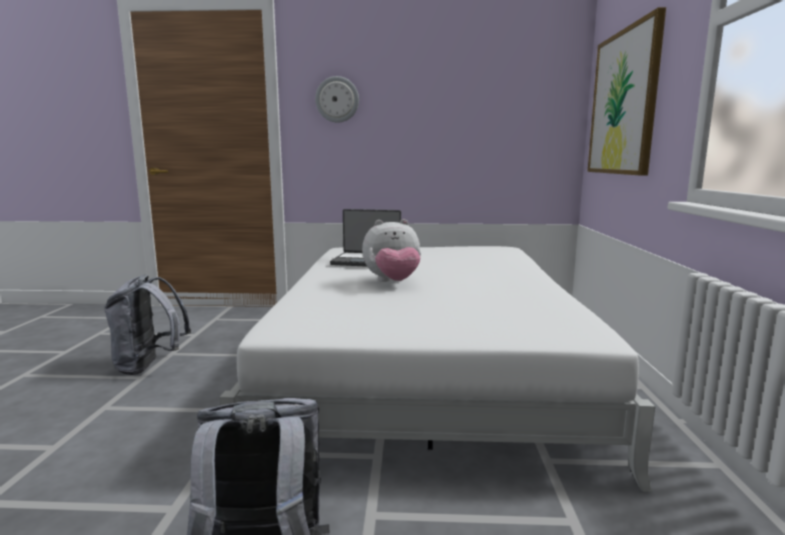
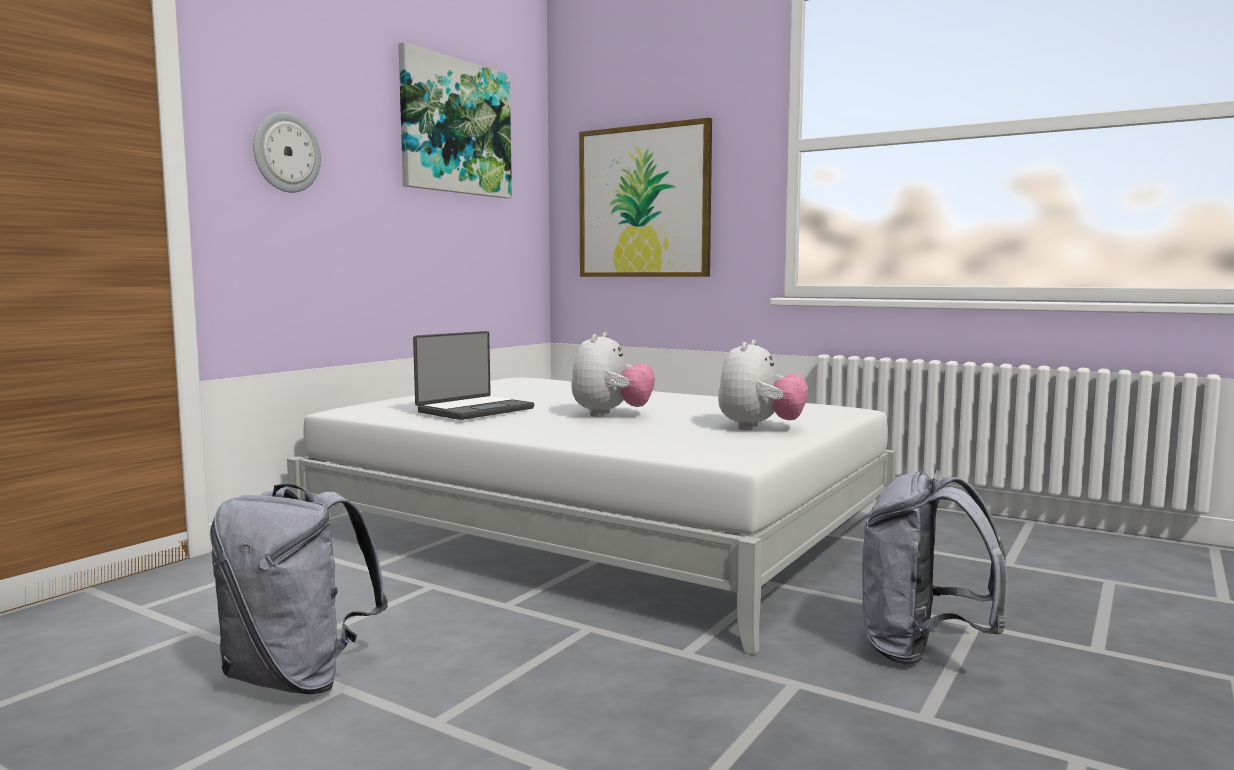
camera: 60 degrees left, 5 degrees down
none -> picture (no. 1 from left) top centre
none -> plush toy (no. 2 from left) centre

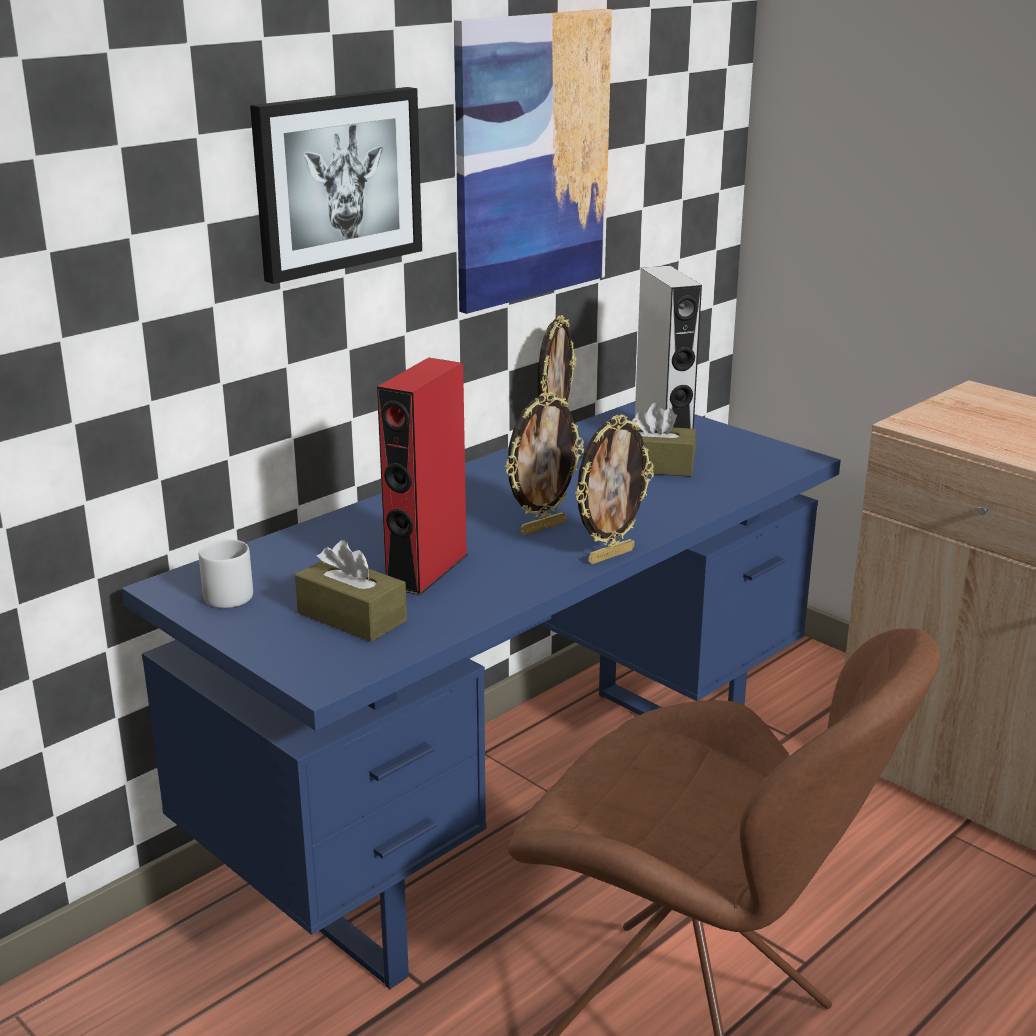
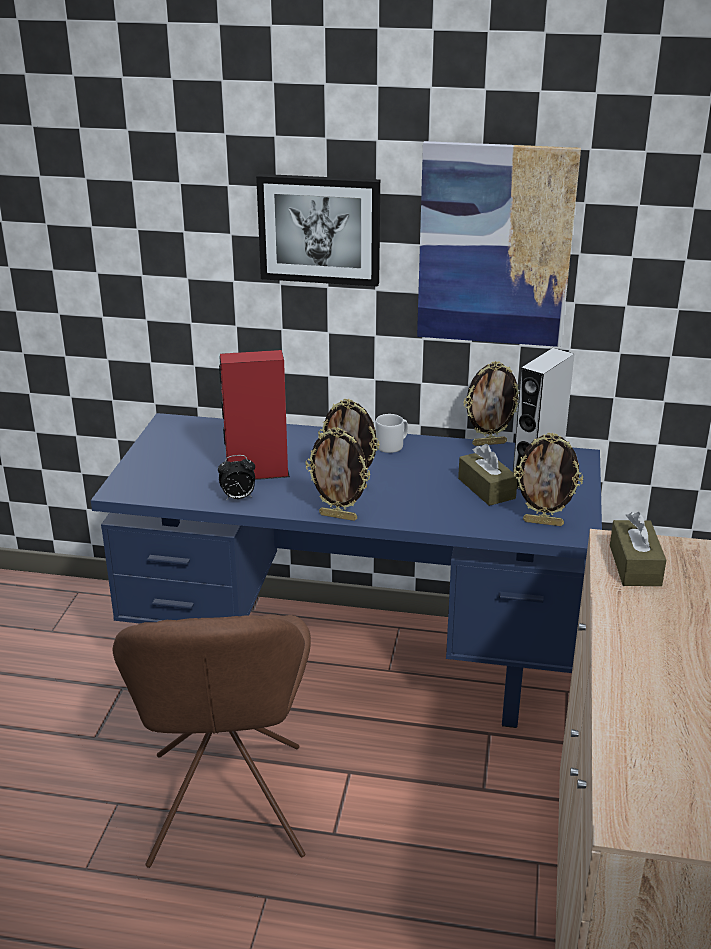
camera: 55 degrees right, 5 degrees up
grey mug middle left -> grey mug centre, shifted
brown tissue box (no. 1 from left in the first image) centre -> brown tissue box (no. 2 from left) middle right, shifted
none -> alarm clock middle left
none -> picture frame (no. 4 from left) middle right

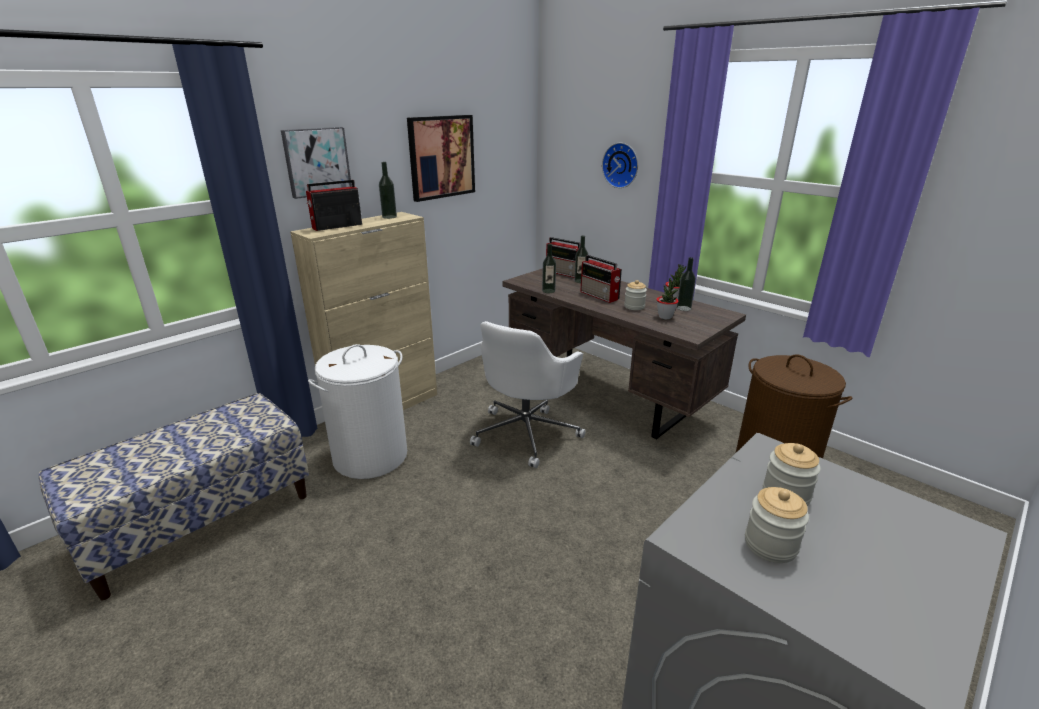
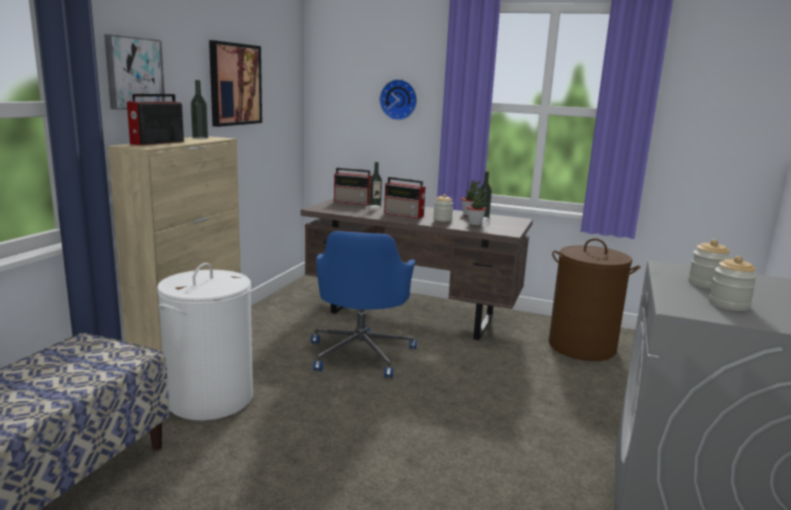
camera: 25 degrees left, 10 degrees down
white office chair centre -> blue office chair centre
bottle (no. 2 from left) centre -> none

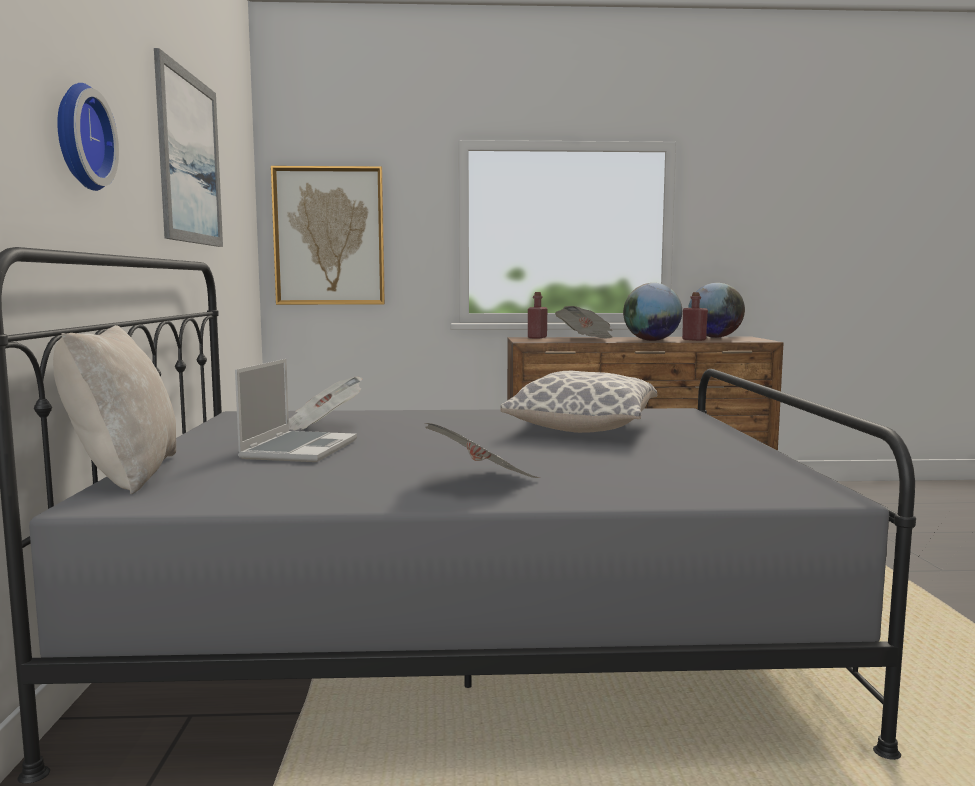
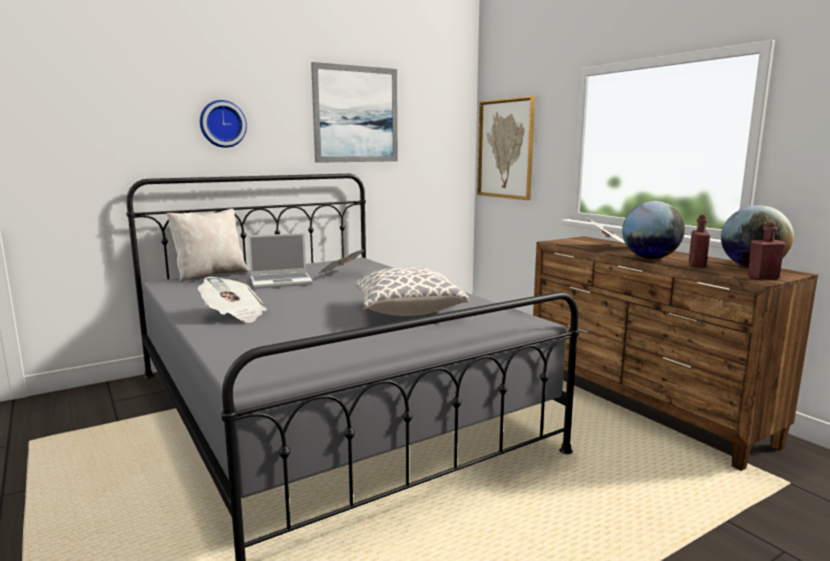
camera: 60 degrees right, 5 degrees up
red bottle (no. 1 from left in the first image) centre -> red bottle (no. 2 from left) middle right, shifted

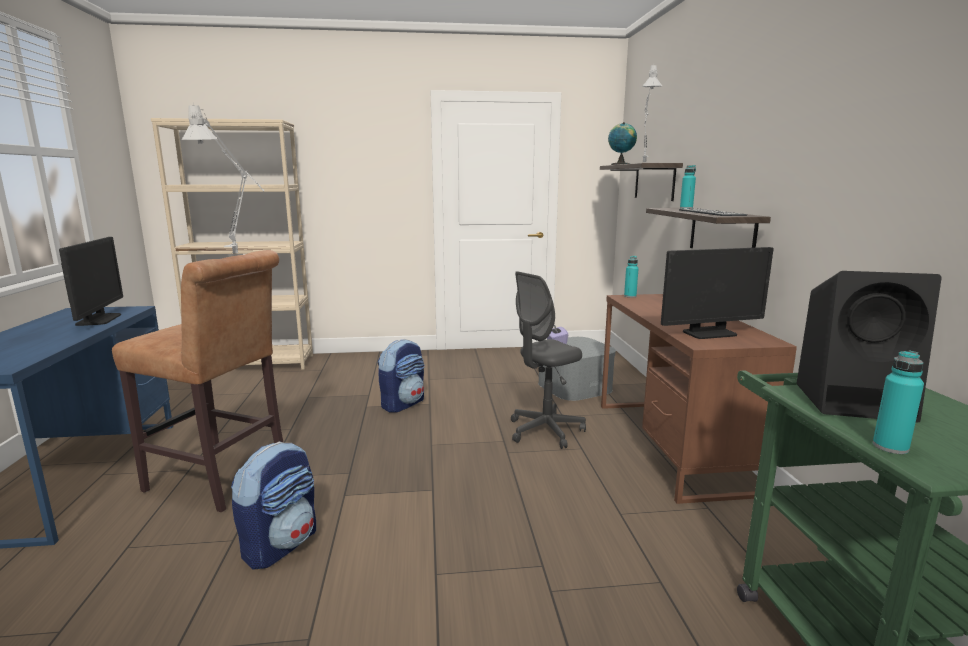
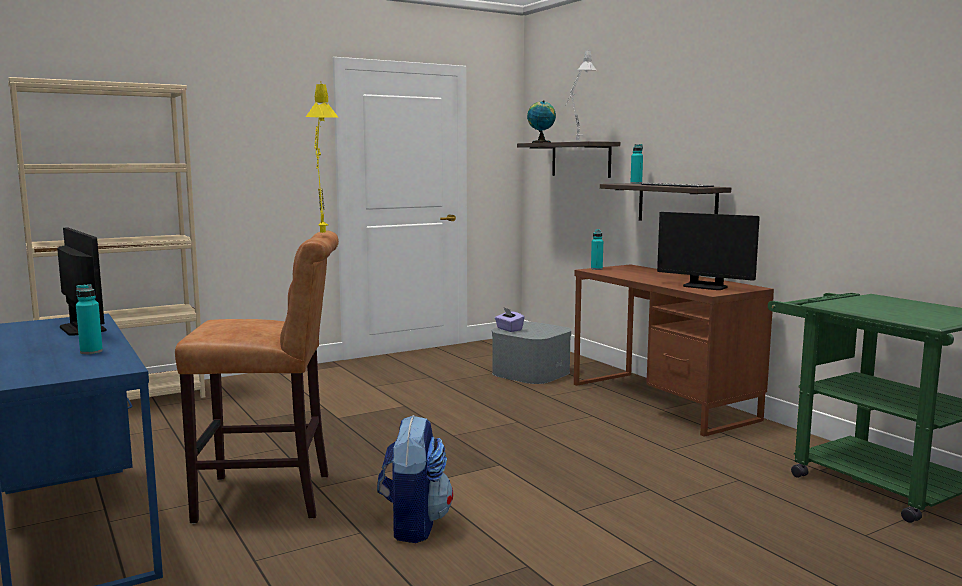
camera: 25 degrees left, 5 degrees down
grey table lamp (no. 1 from left) top left -> yellow table lamp top centre
backpack (no. 2 from left) centre -> none
grey office chair centre -> none
monitor (no. 2 from left) middle right, 75 degrees clockwise
black speaker middle right -> none
turquoise bottle (no. 3 from left in the first image) middle right -> turquoise bottle (no. 1 from left) middle left, shifted

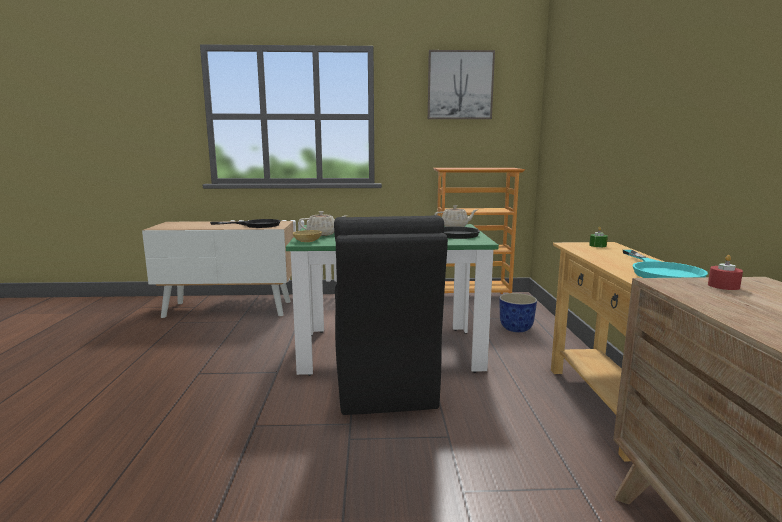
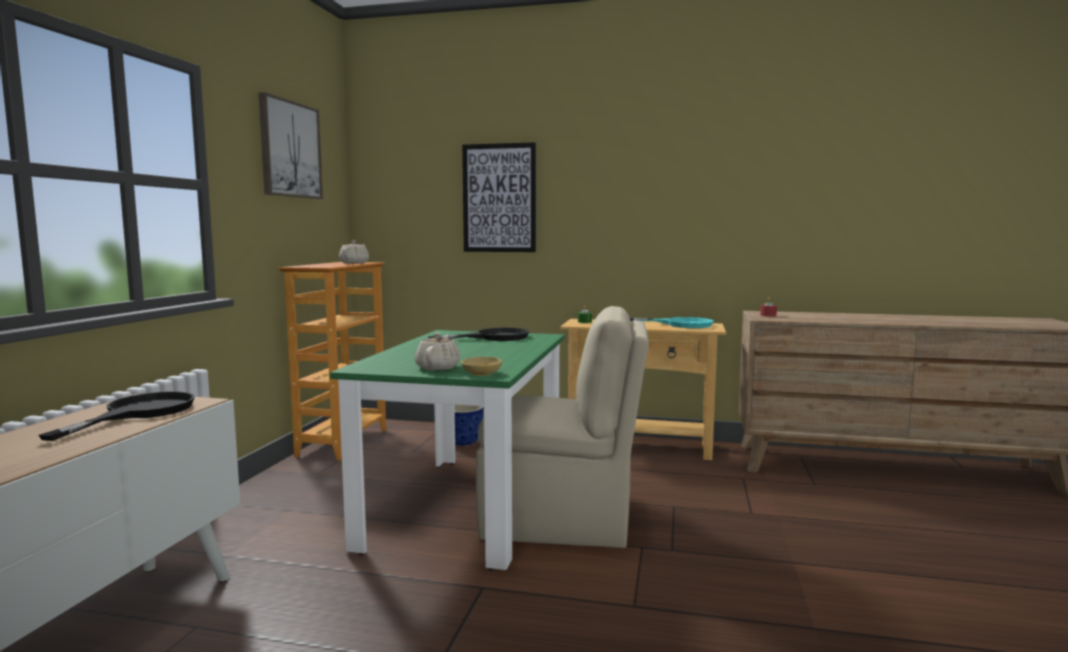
camera: 75 degrees left, 5 degrees down
black chair centre -> beige chair centre
beige teapot (no. 2 from left in the first image) centre -> beige teapot (no. 1 from left) middle left, shifted
none -> picture (no. 2 from left) top centre

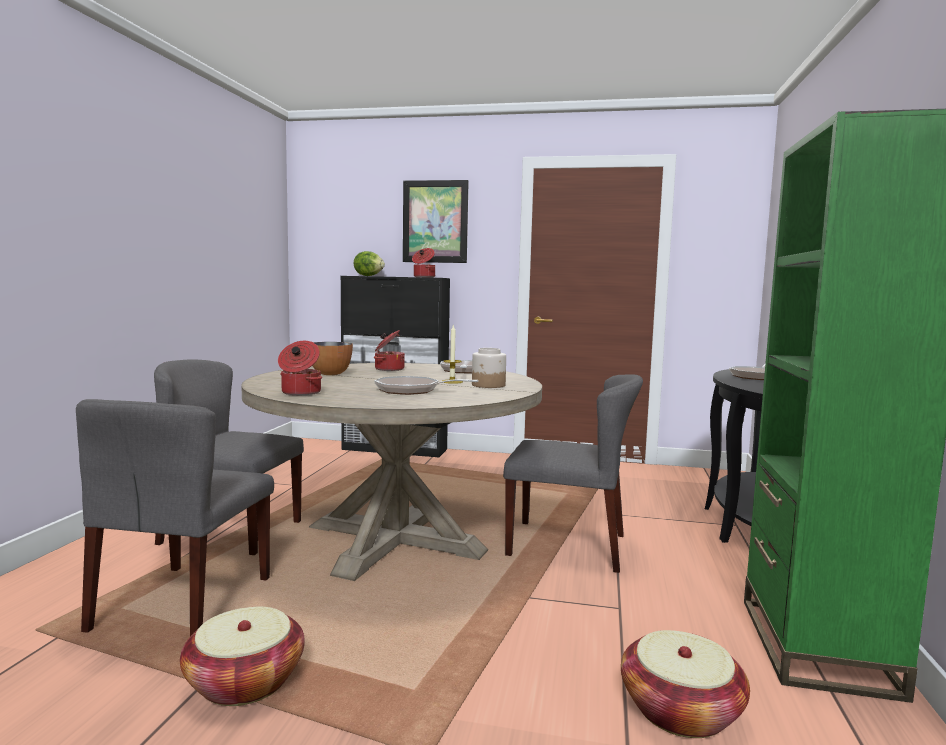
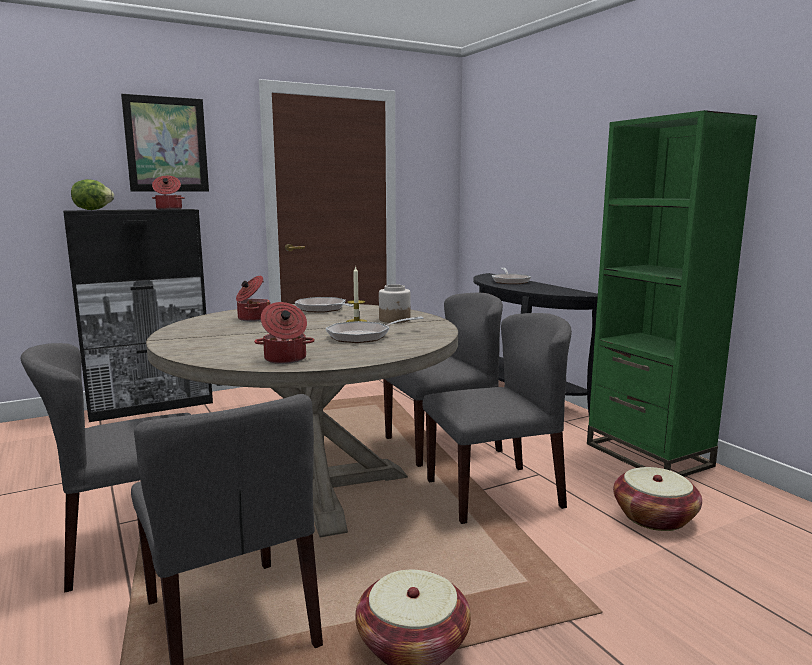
camera: 40 degrees left, 5 degrees up
bowl centre -> none
none -> grey chair (no. 4 from left) centre

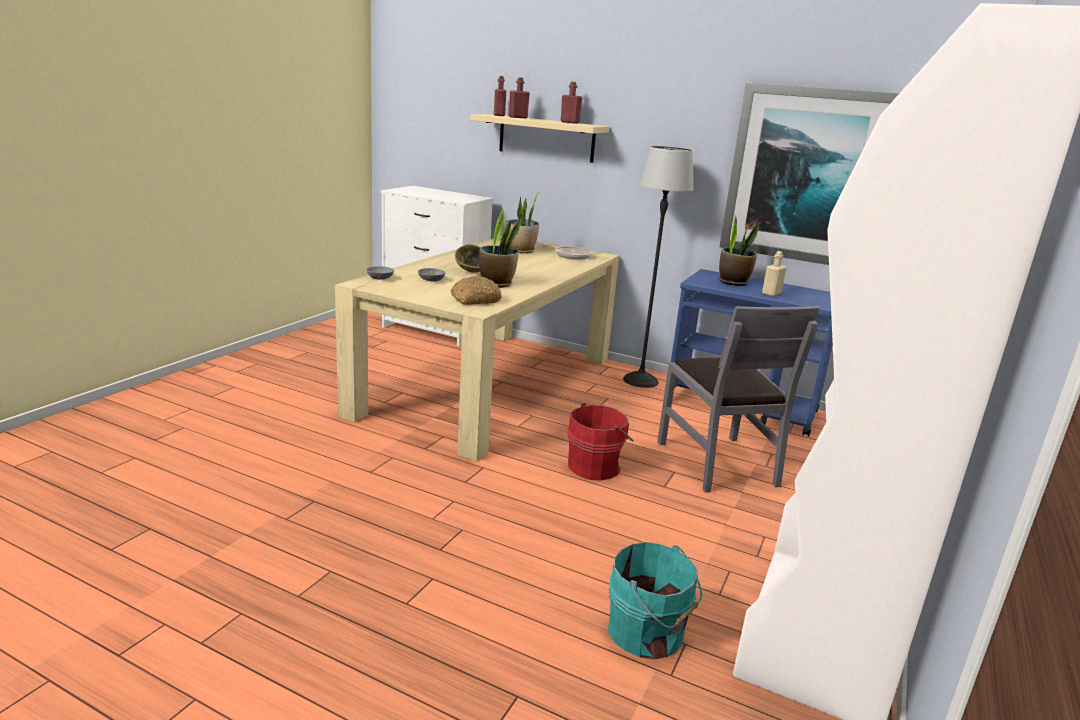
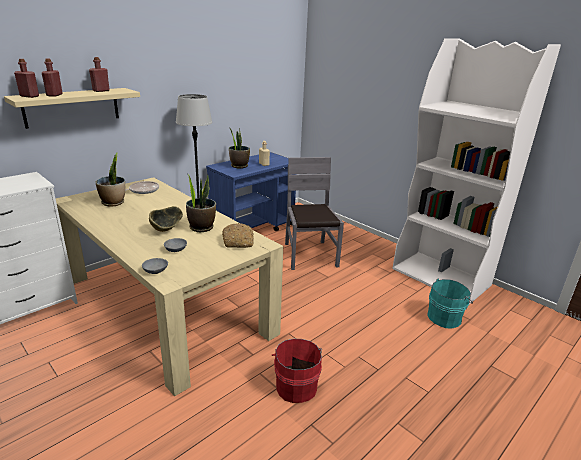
camera: 70 degrees left, 5 degrees up
red bucket centre -> red bucket bottom centre, shifted
grey chair middle right -> grey chair centre, 105 degrees counterclockwise
picture top right -> none

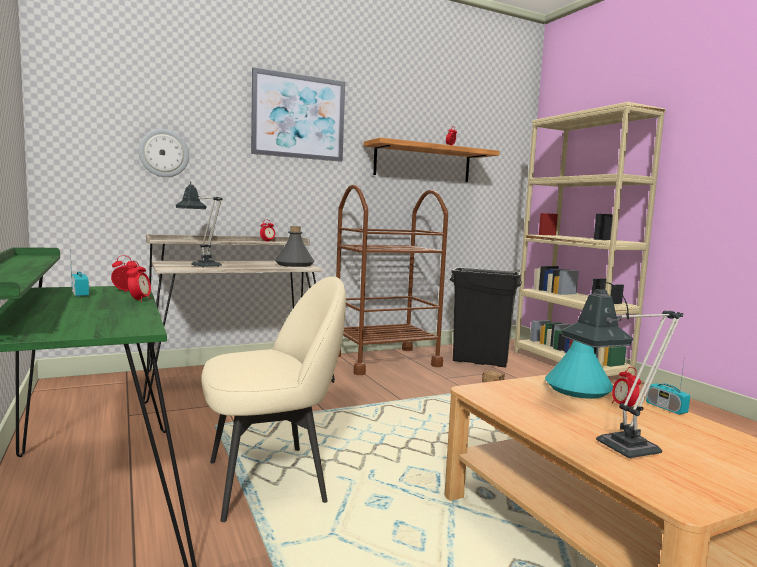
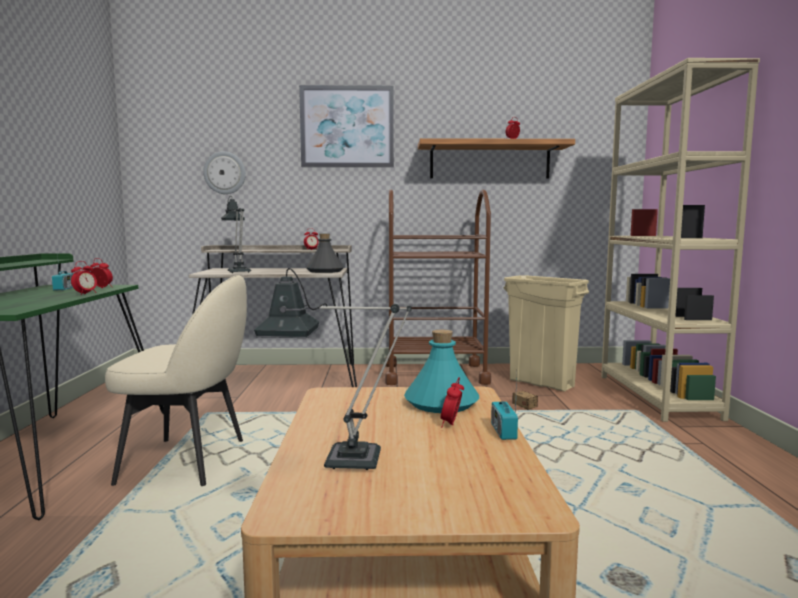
camera: 25 degrees right, 0 degrees up
black trash can centre -> beige trash can middle right

